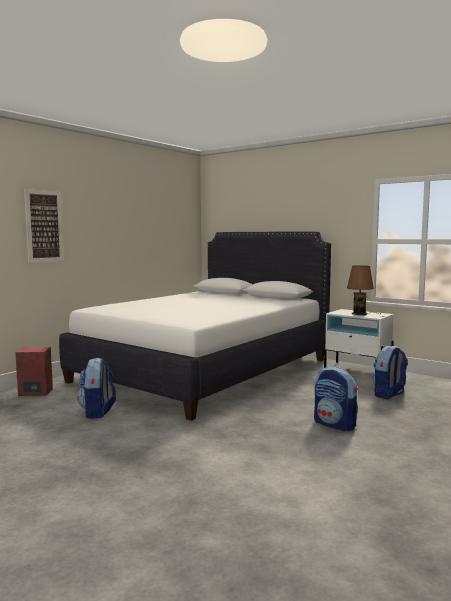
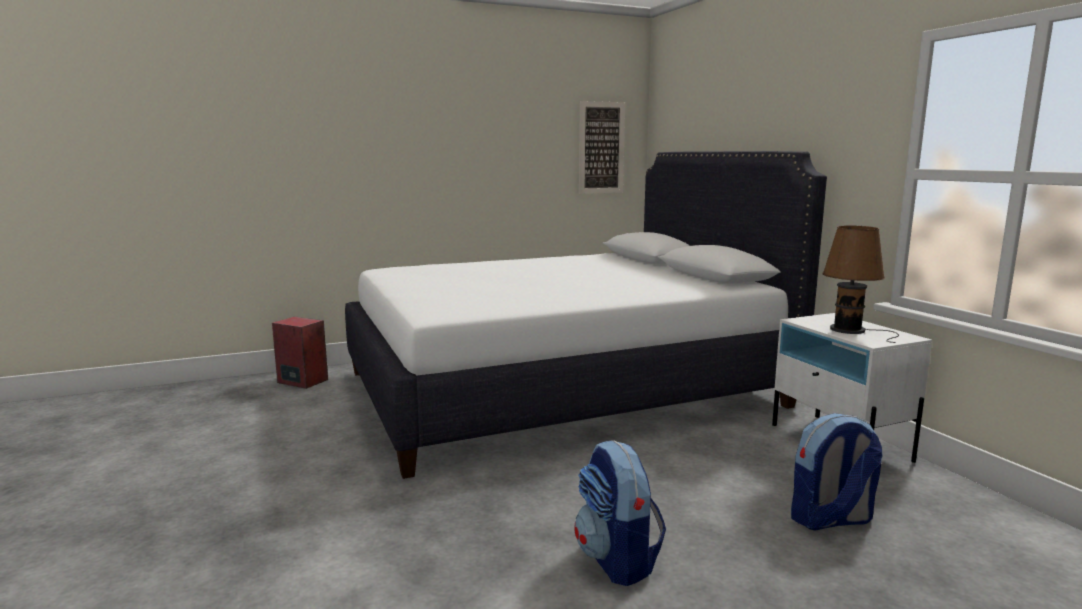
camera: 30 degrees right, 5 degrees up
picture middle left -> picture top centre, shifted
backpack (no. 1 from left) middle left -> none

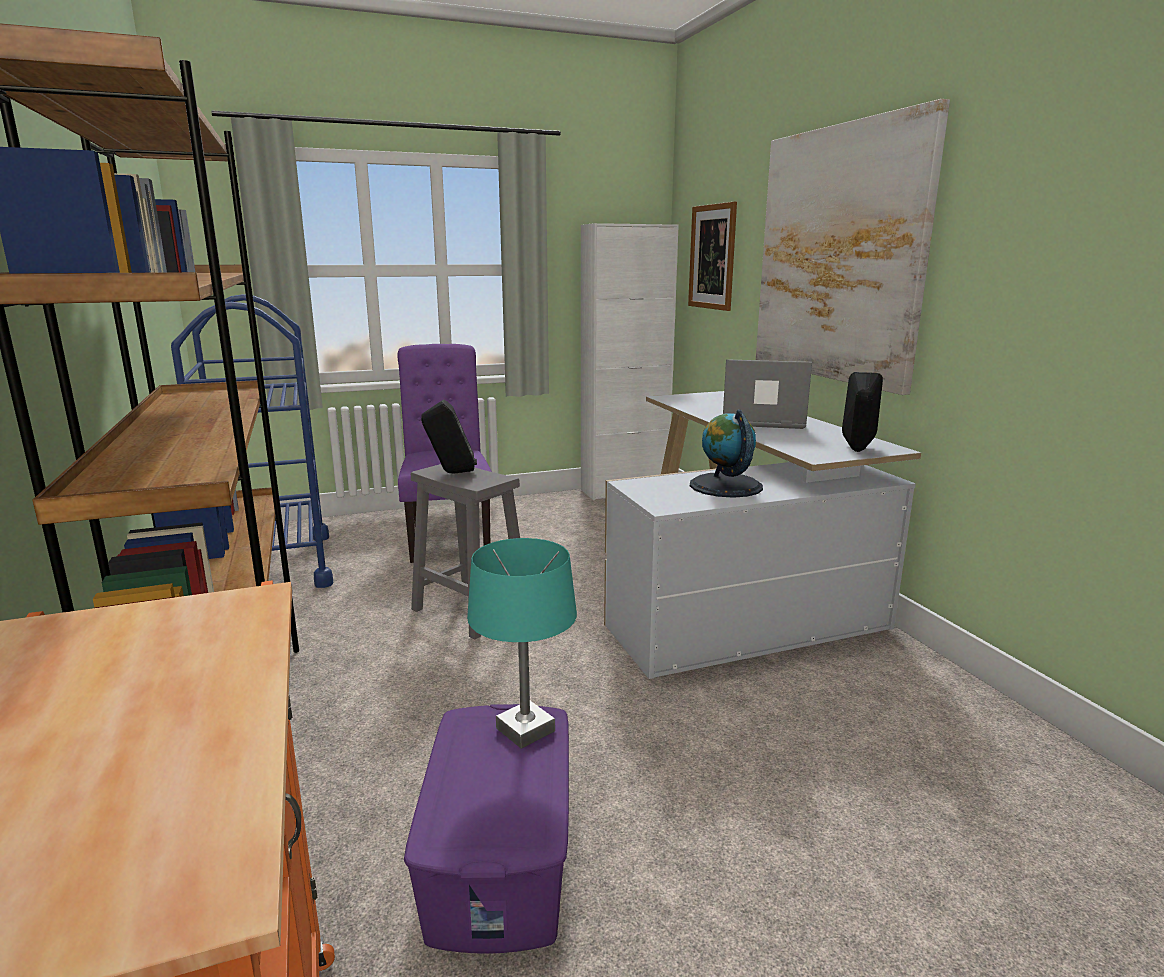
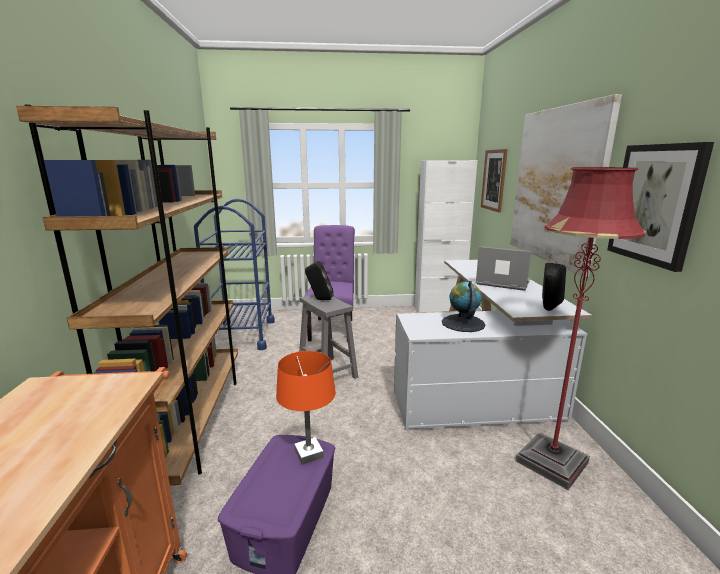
camera: 15 degrees right, 0 degrees up
turquoise table lamp centre -> orange table lamp bottom centre
none -> red floor lamp middle right
none -> picture (no. 3 from left) middle right

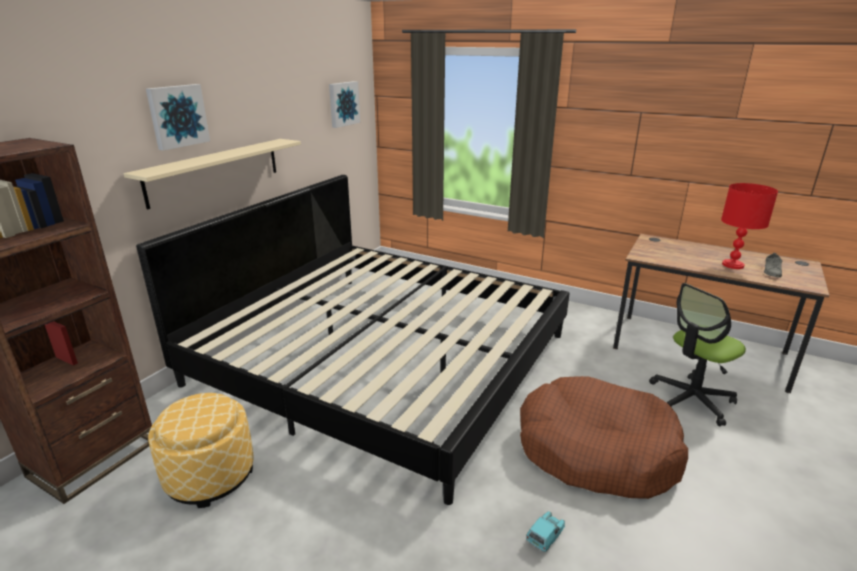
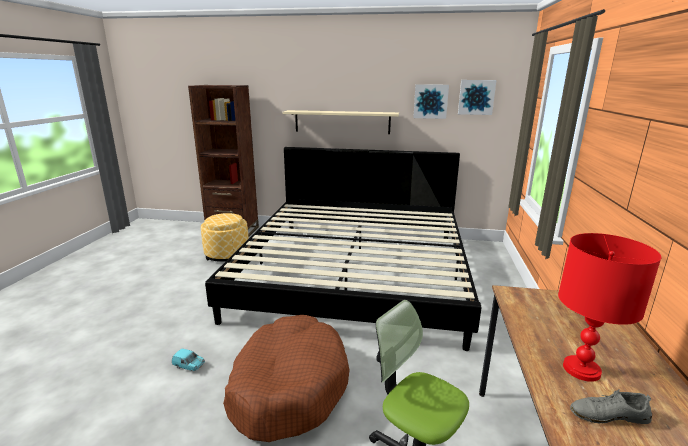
camera: 70 degrees right, 5 degrees down
picture (no. 1 from left) top left -> picture (no. 1 from left) top centre, shifted

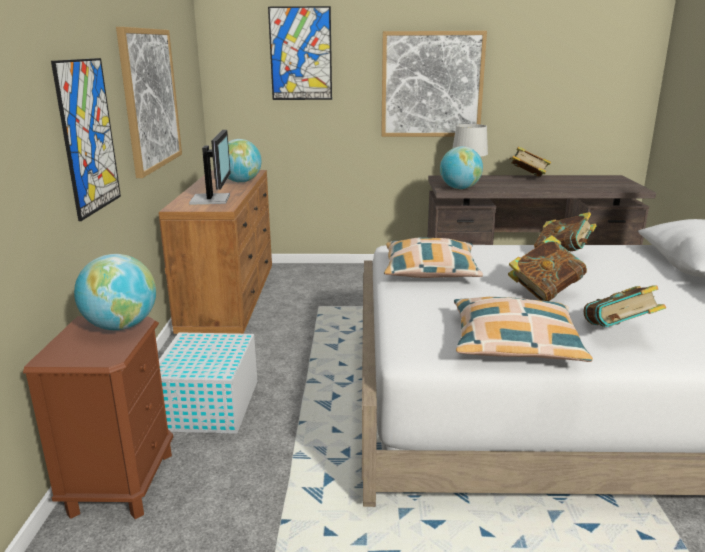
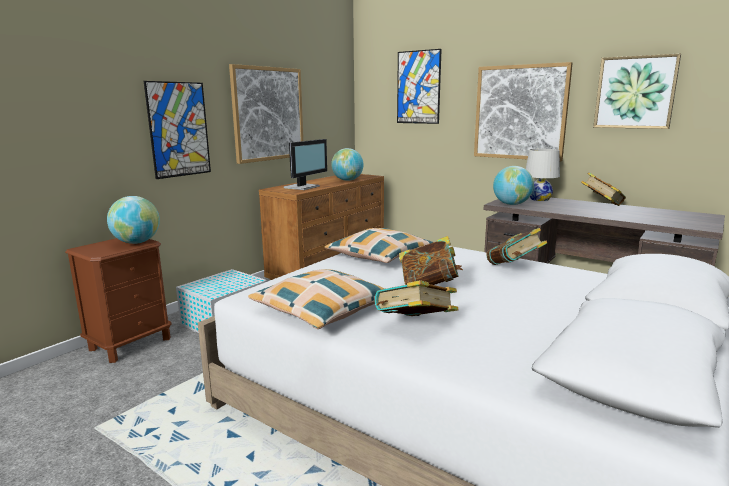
camera: 35 degrees right, 5 degrees down
none -> picture (no. 5 from left) top right

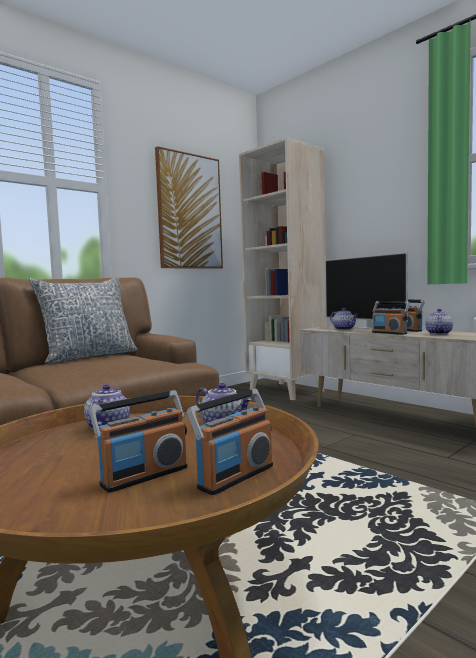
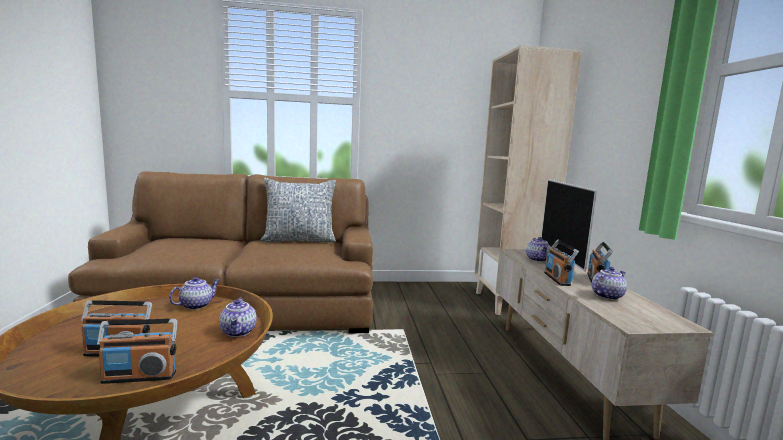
camera: 35 degrees right, 5 degrees up
picture top centre -> none

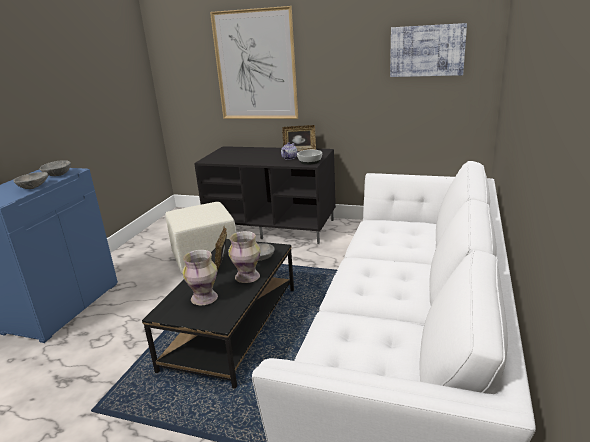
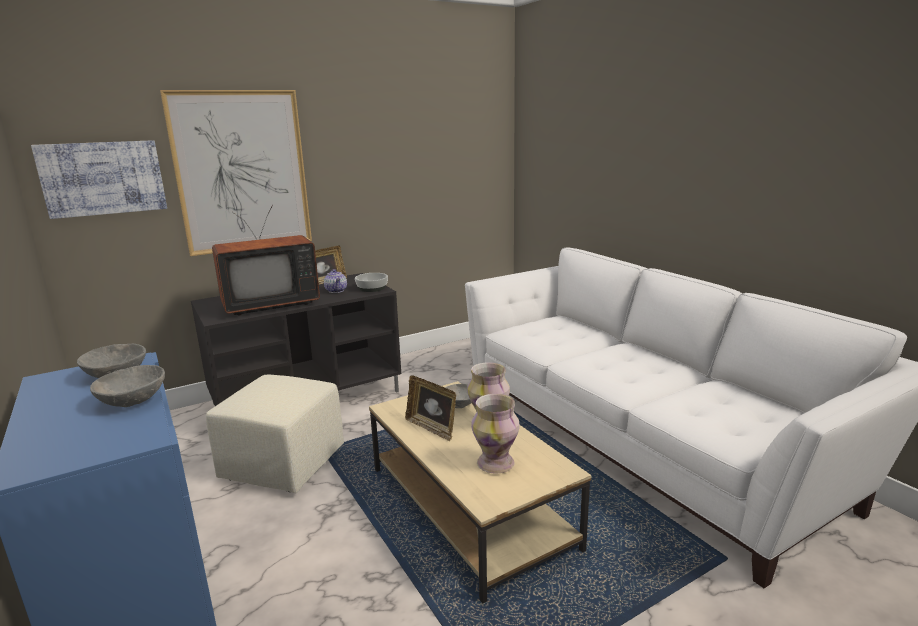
camera: 50 degrees left, 5 degrees down
black coffee table bottom centre -> beige coffee table bottom centre
picture (no. 2 from left in the first image) top right -> picture (no. 1 from left) top left, shifted
none -> television middle left

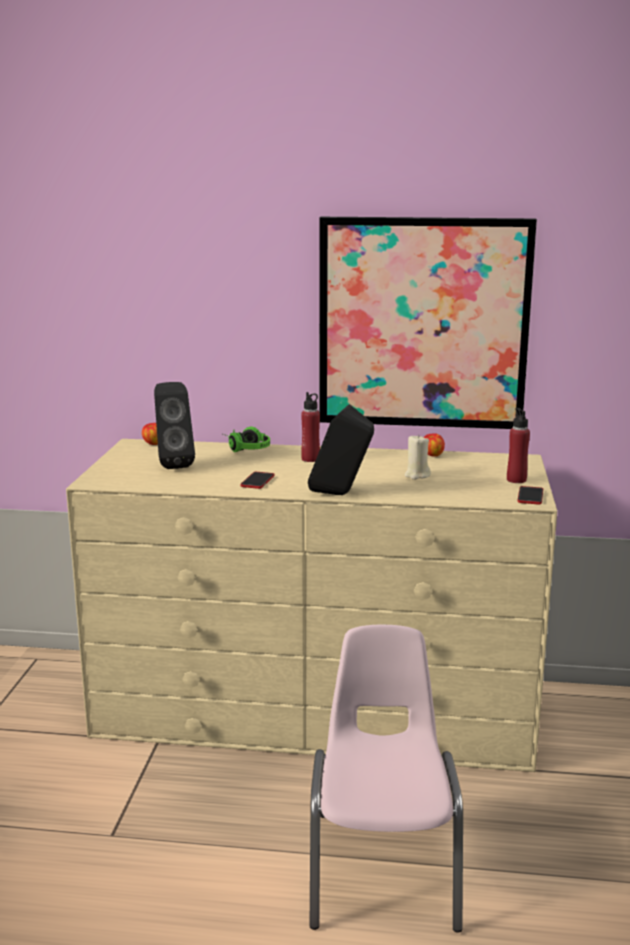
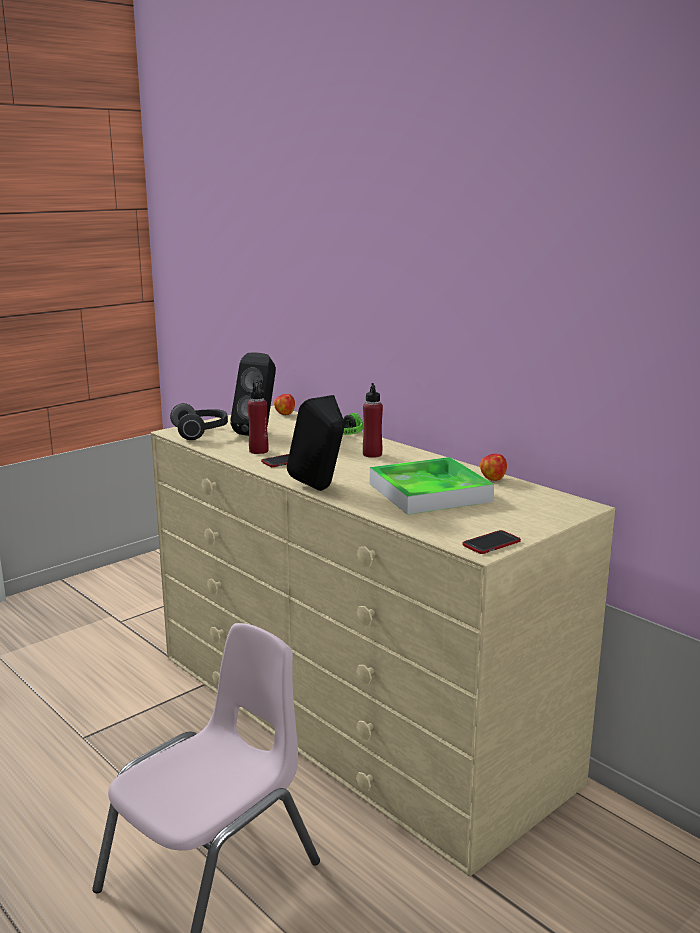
camera: 40 degrees right, 0 degrees up
picture middle right -> none
beige candle centre -> tray centre
red bottle (no. 2 from left in the first image) middle right -> red bottle (no. 1 from left) centre, shifted
none -> headphones (no. 1 from left) middle left

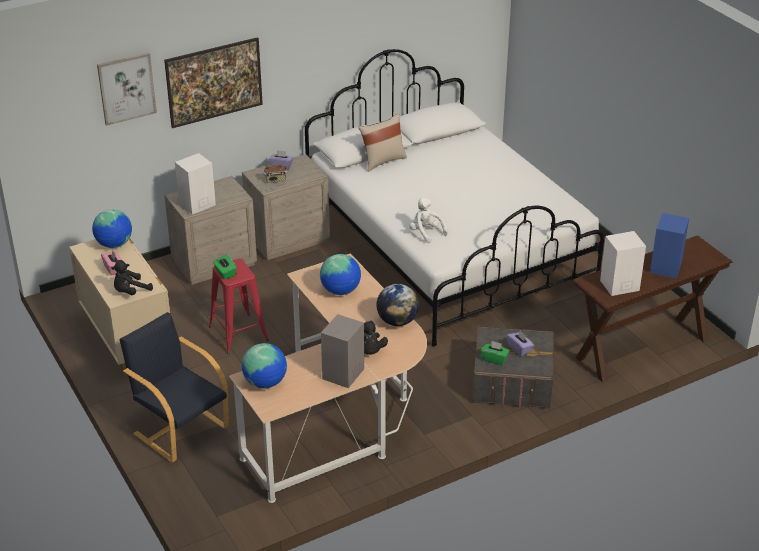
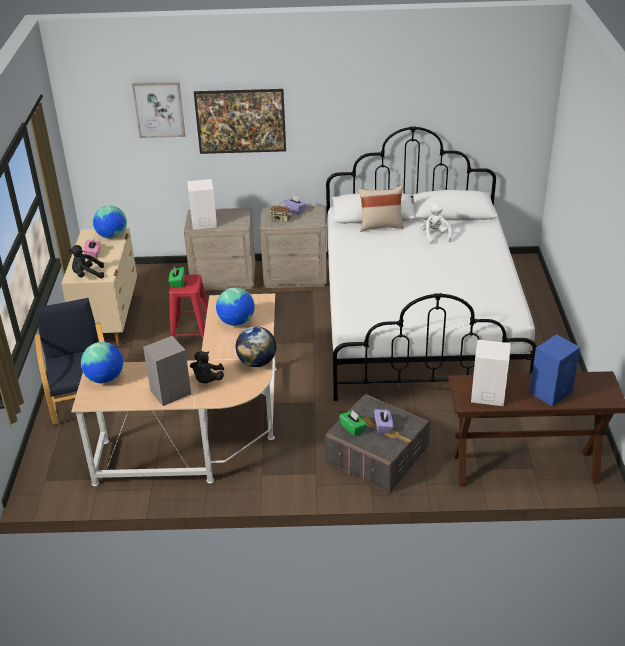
camera: 30 degrees right, 0 degrees up
white plush toy centre -> white plush toy middle right, shifted

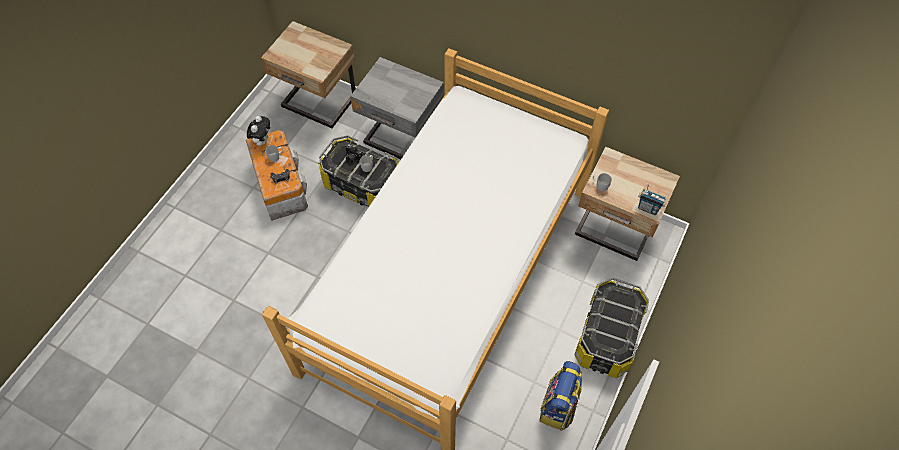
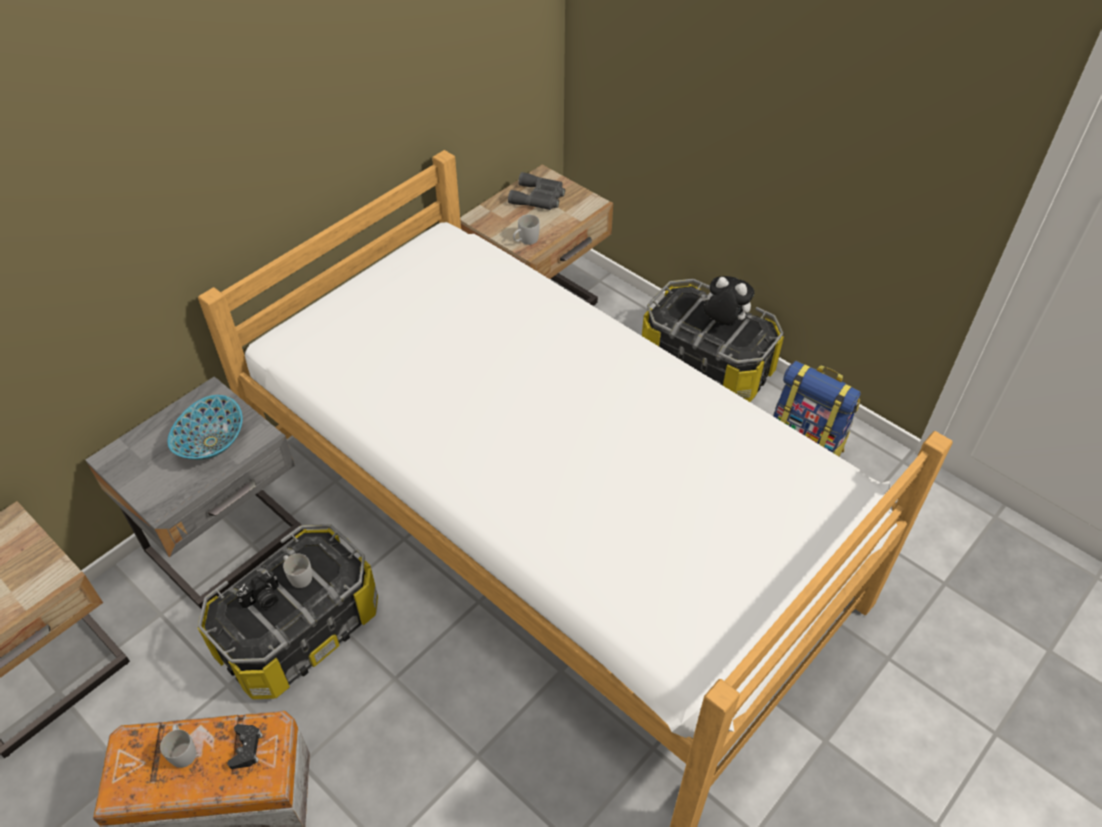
camera: 75 degrees left, 10 degrees down
plush toy top left -> plush toy centre, shifted
radio middle right -> none
none -> bowl middle left
none -> grey binoculars top centre

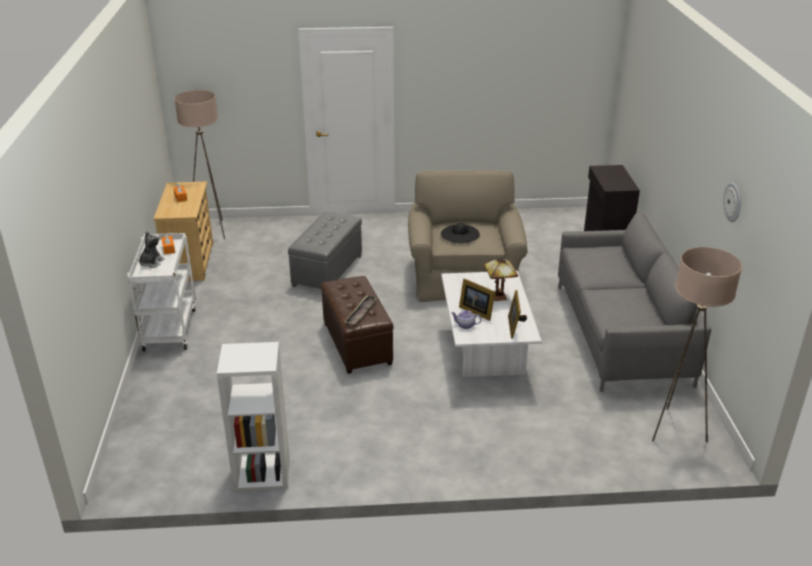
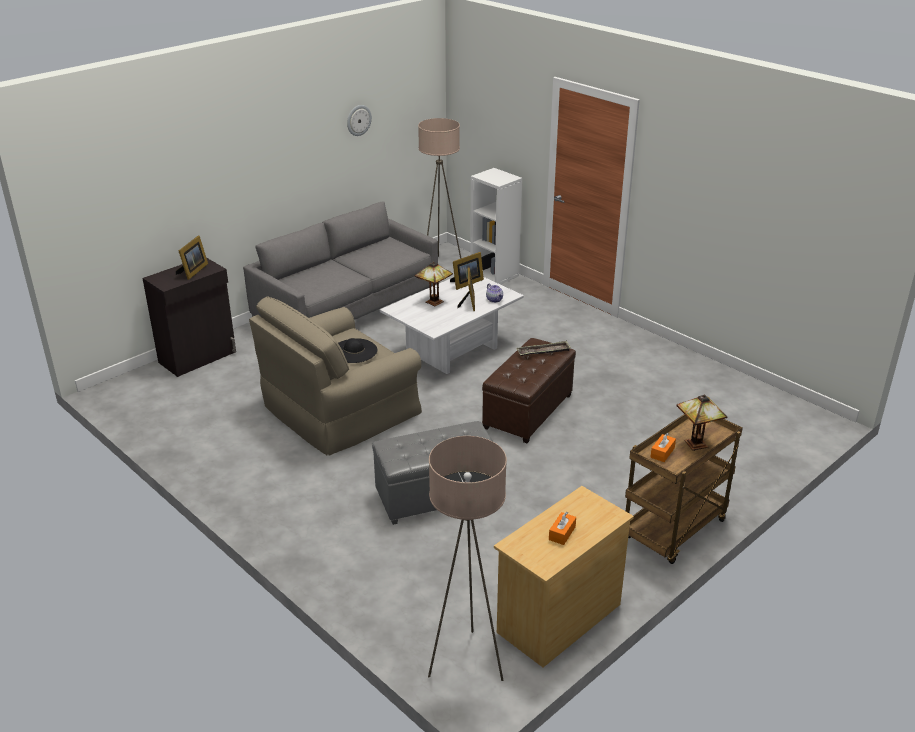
camera: 130 degrees left, 0 degrees up
white cart middle left -> brown cart bottom right
plush toy middle left -> table lamp (no. 2 from left) middle right
white bookcase bottom left -> white bookcase top centre, shifted
none -> picture frame (no. 1 from left) middle left

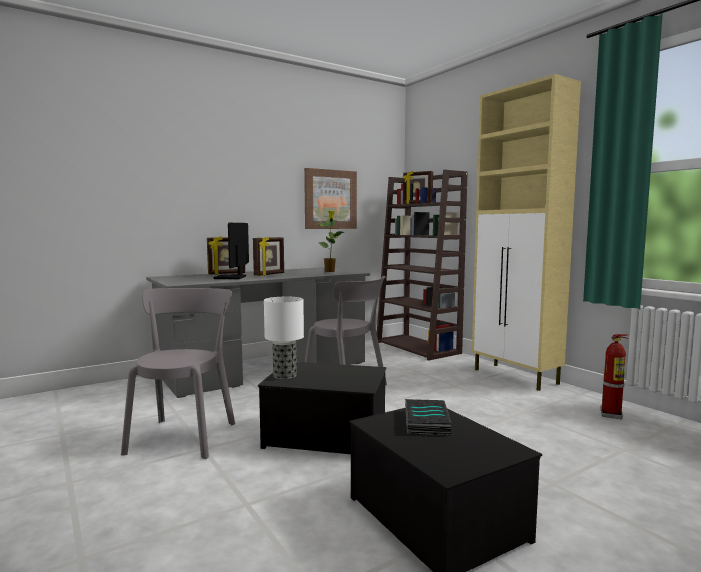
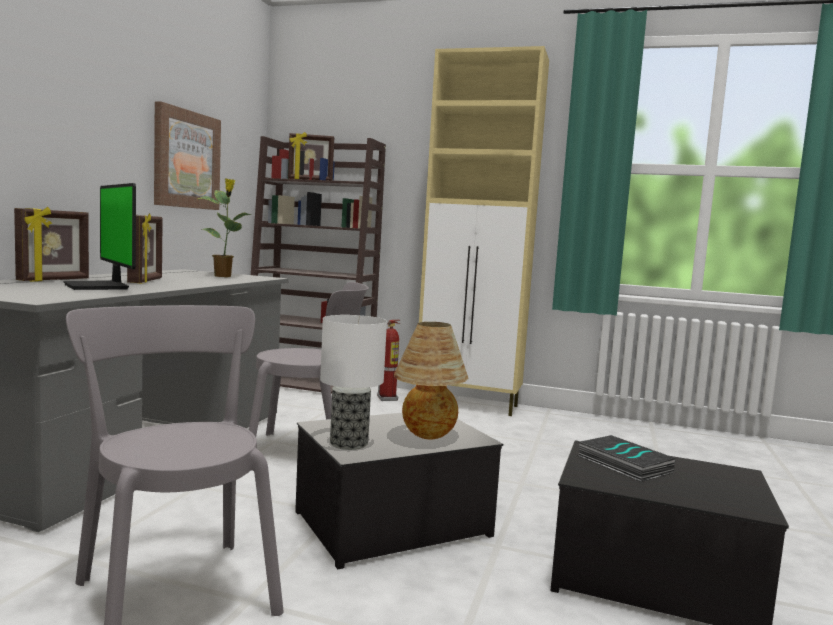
camera: 40 degrees left, 0 degrees up
fire extinguisher middle right -> fire extinguisher centre, shifted
none -> table lamp (no. 2 from left) centre

